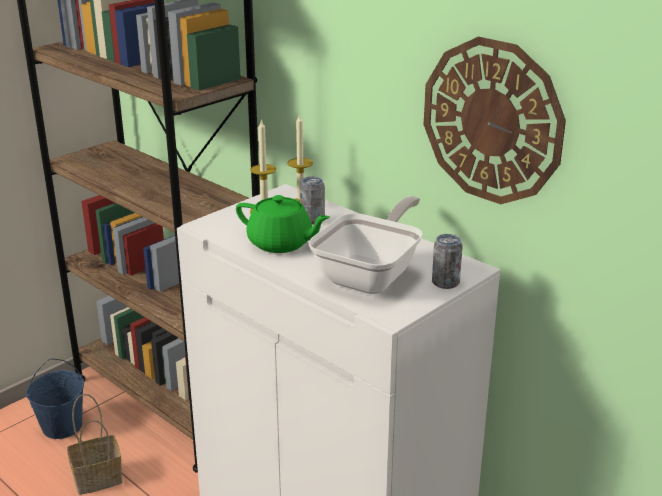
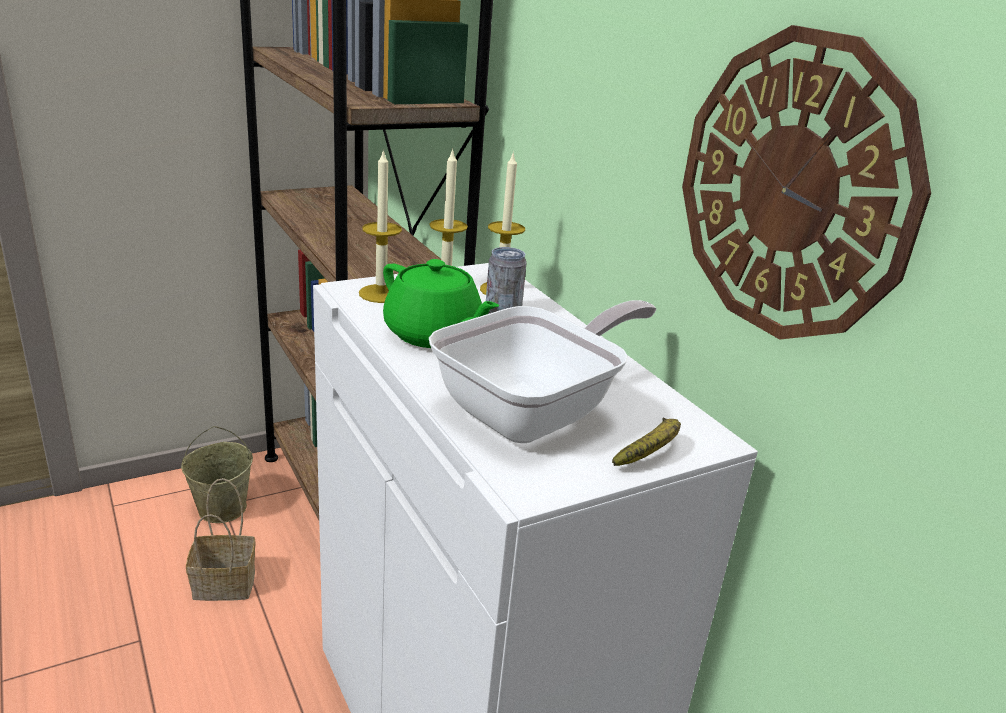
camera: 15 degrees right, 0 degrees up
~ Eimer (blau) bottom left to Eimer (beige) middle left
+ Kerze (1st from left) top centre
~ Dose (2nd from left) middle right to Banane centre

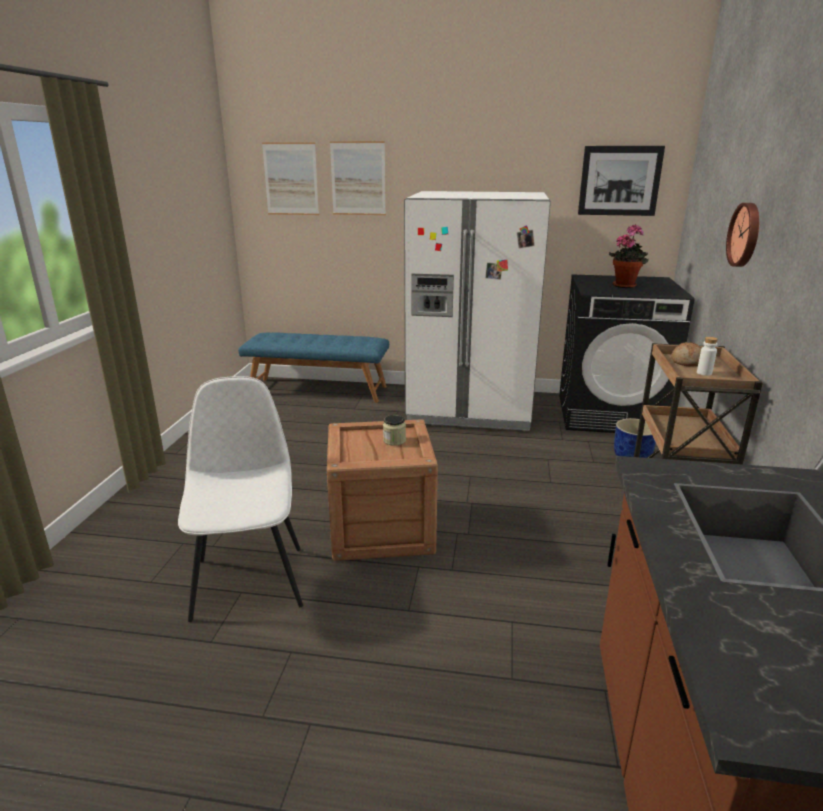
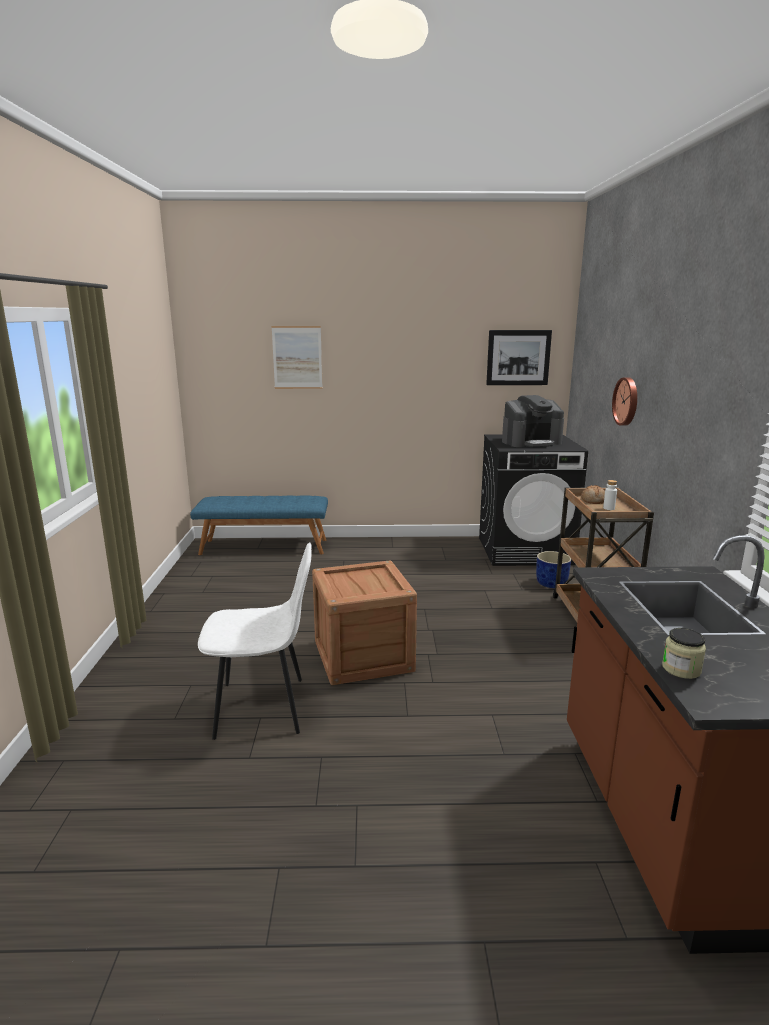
camera: 10 degrees left, 5 degrees down
~ Stuhl (weiß) middle left = middle left 105 degrees clockwise
~ Topfpflanze top right to Kaffeemaschine middle right
~ Vorratsglas centre to middle right
- Bild (1st from left) top centre
- Kühlschrank (weiß) centre

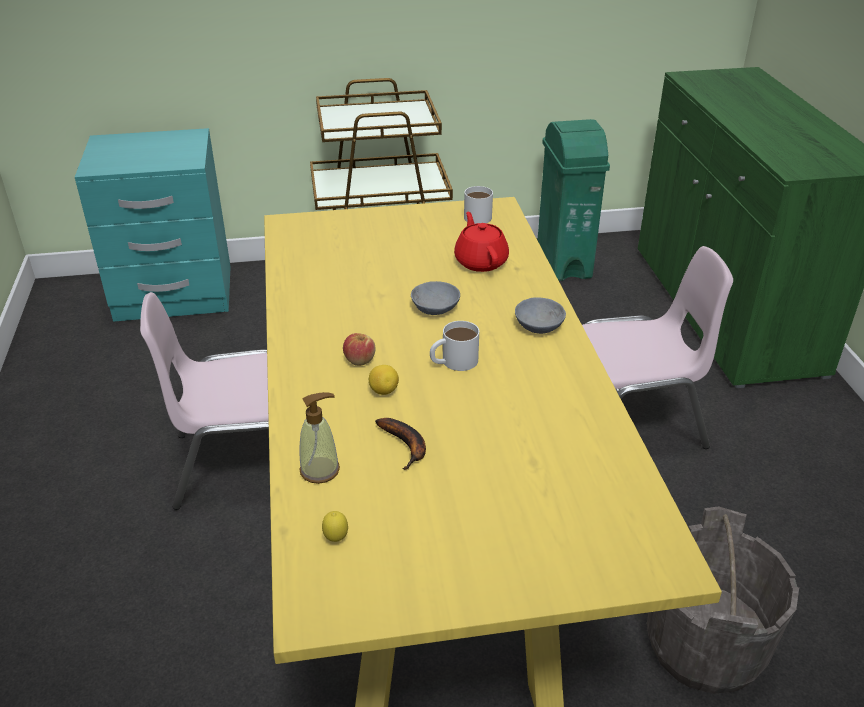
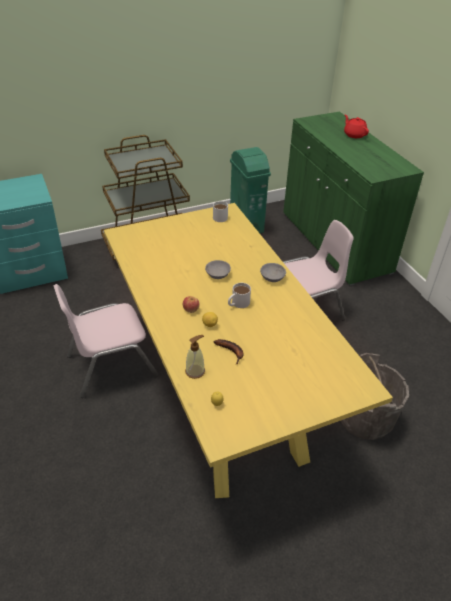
camera: 15 degrees left, 5 degrees up
~ Teekanne (rot) centre to top right

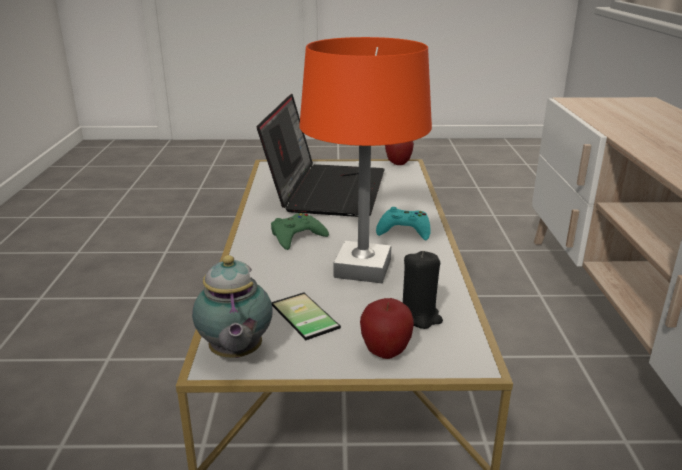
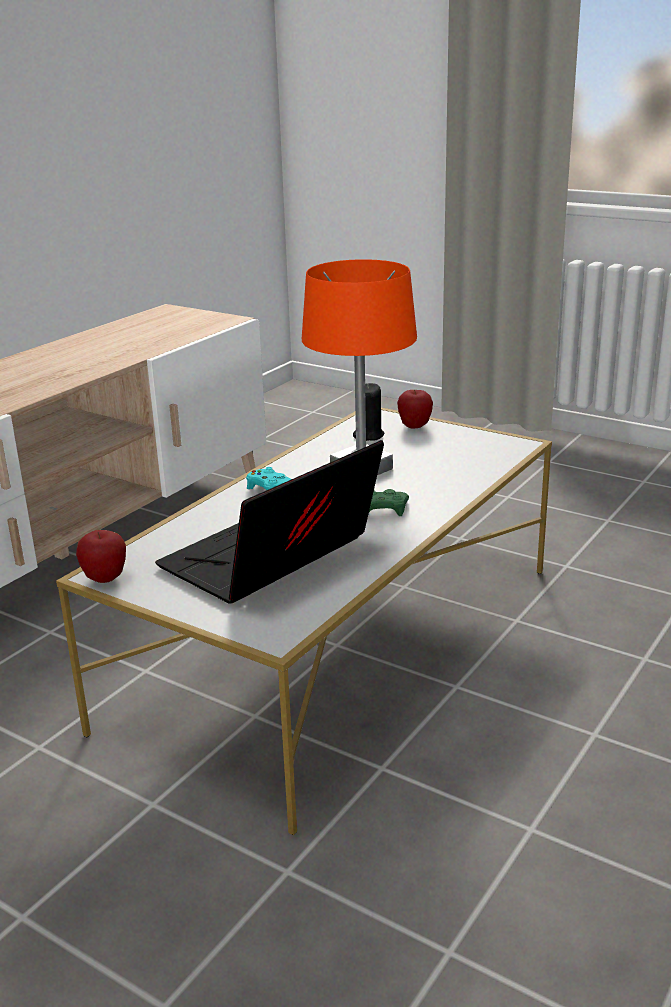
camera: 145 degrees left, 0 degrees up
- Teekanne centre
- Handy bottom centre

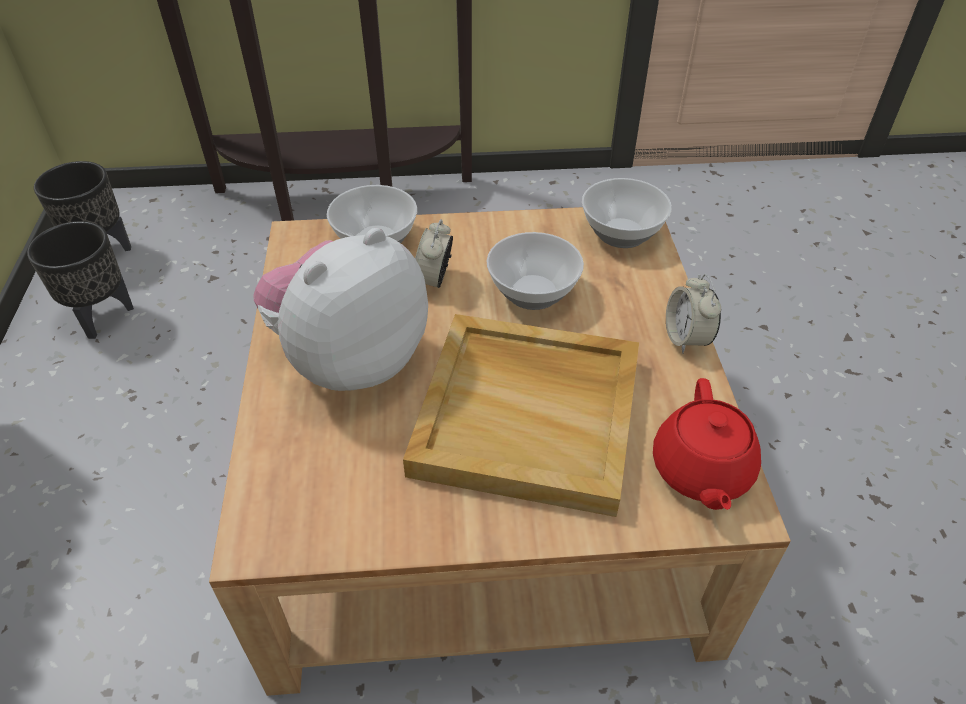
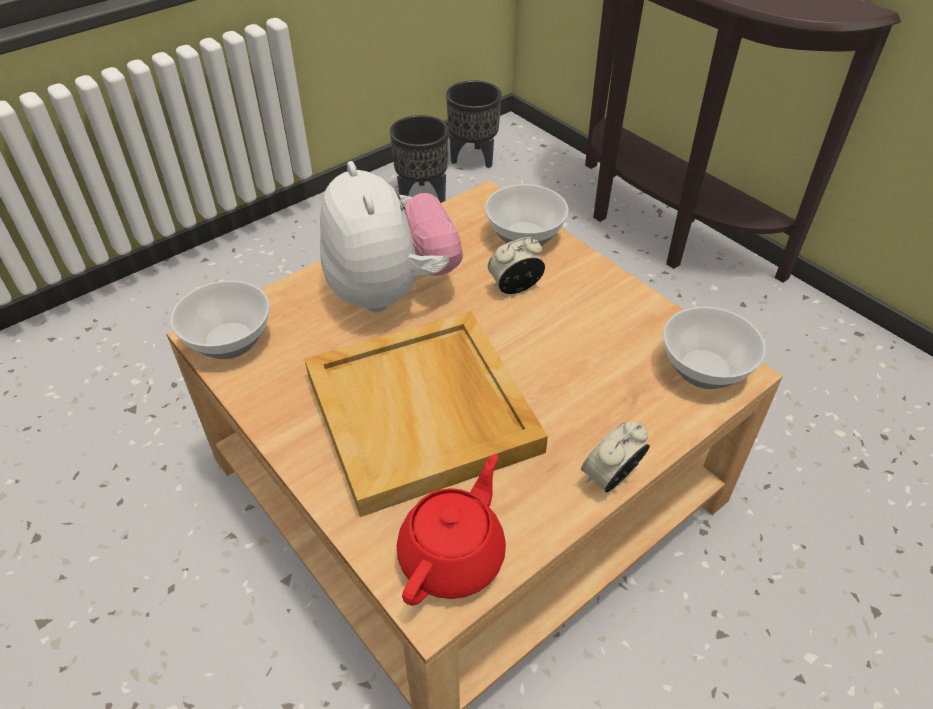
camera: 55 degrees right, 0 degrees up
~ Schüssel (2nd from left in the first image) centre to Schüssel (1st from left) middle left
~ Plüschtier centre = top centre 60 degrees clockwise
~ Teekanne (rot) middle right = bottom centre 150 degrees clockwise

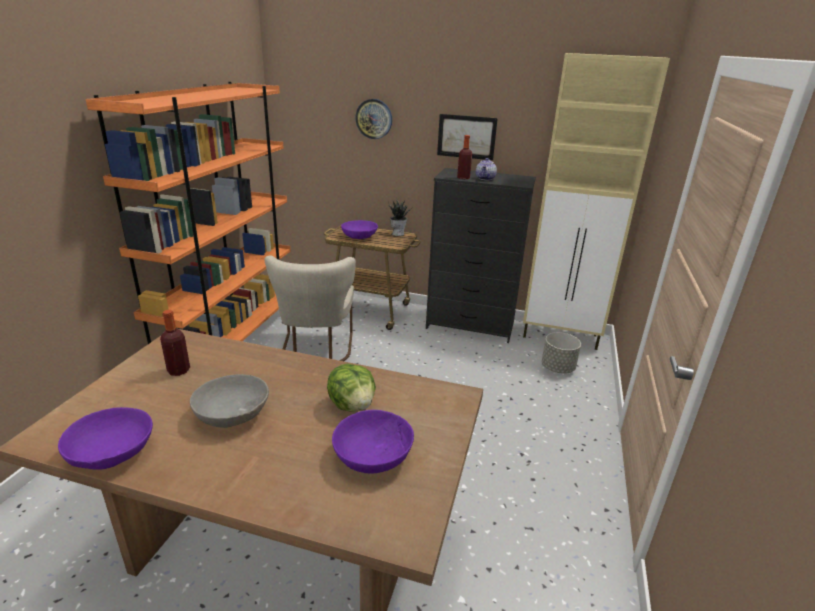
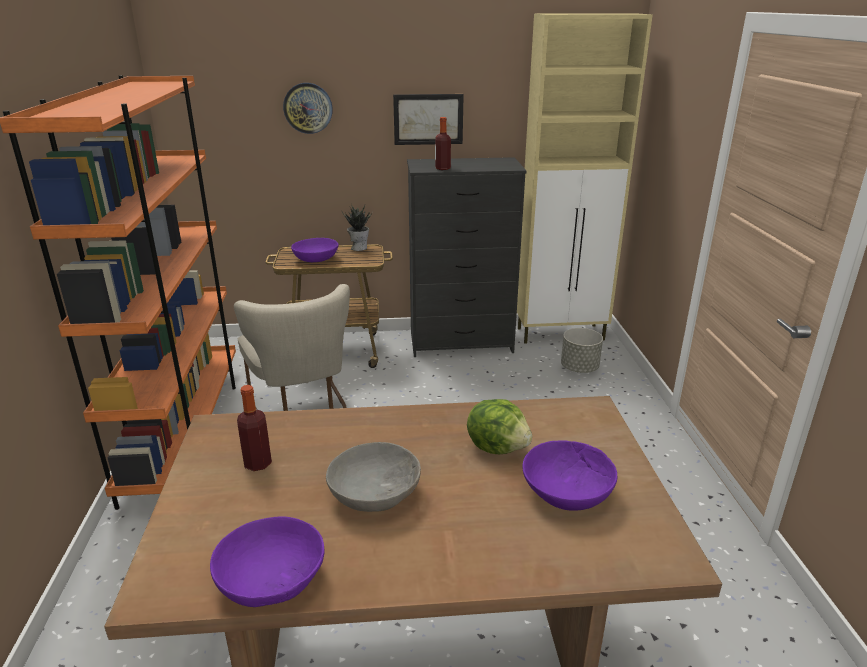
camera: 20 degrees left, 0 degrees up
- Teekanne top centre

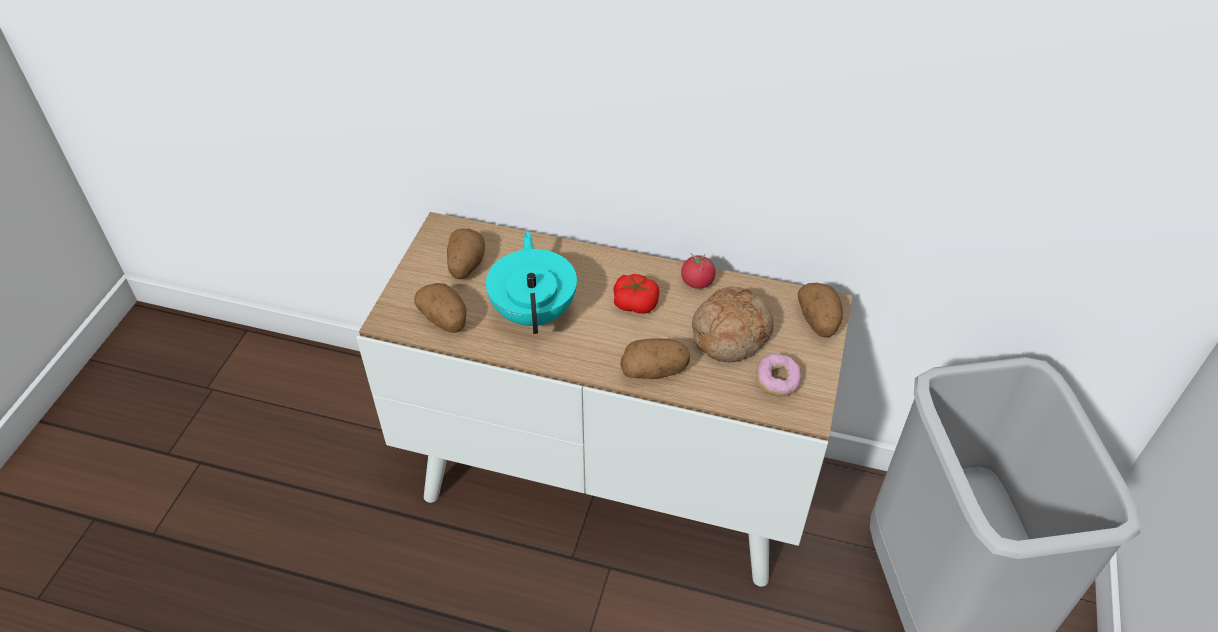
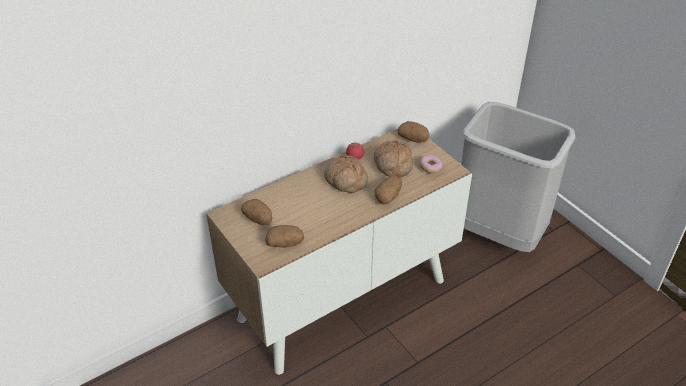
camera: 50 degrees left, 5 degrees down
~ Tomate (1st from left) centre to Brot (1st from left) centre
- Teekanne (türkis) centre

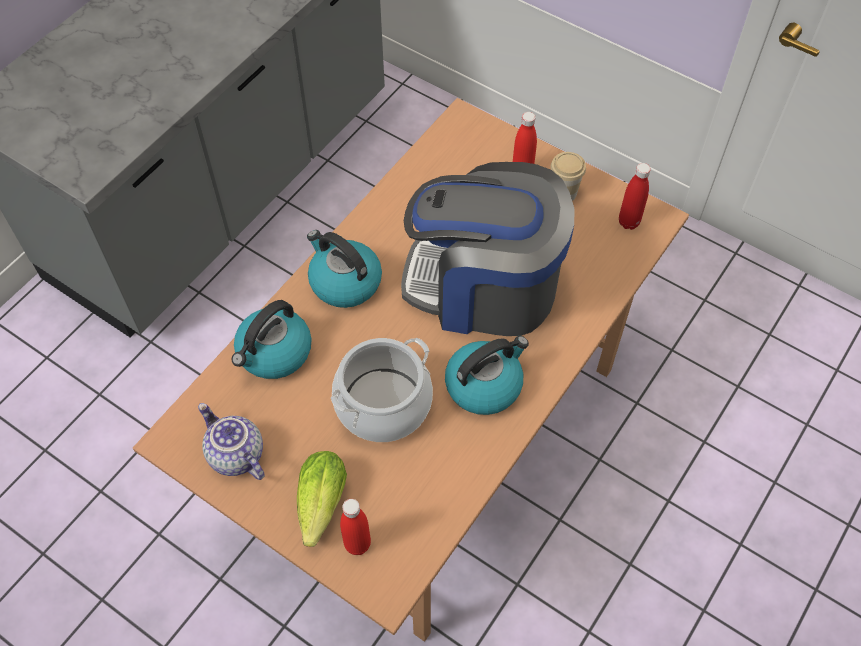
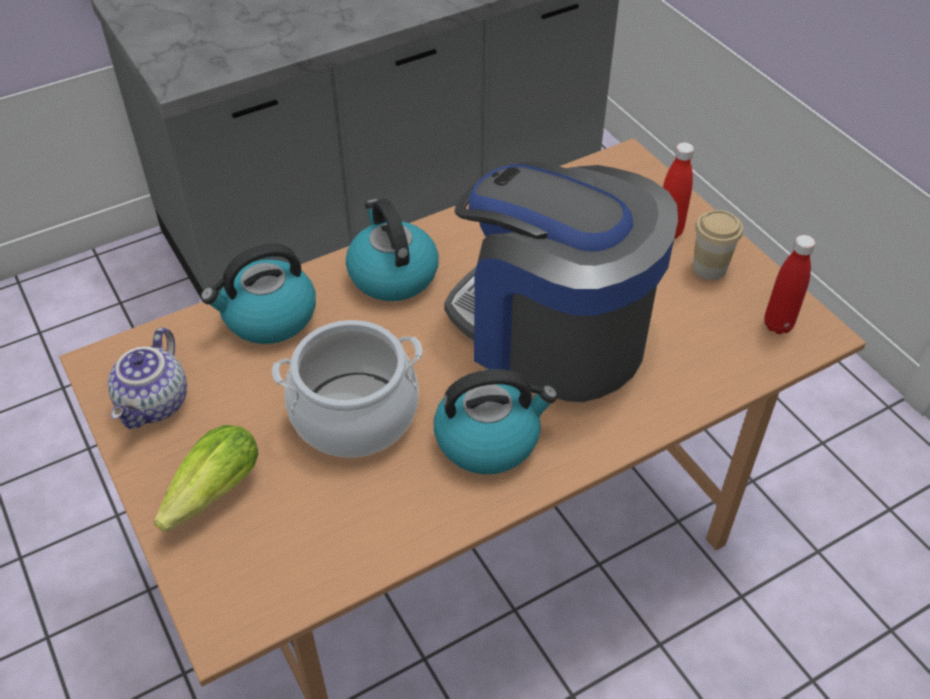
camera: 25 degrees right, 10 degrees down
~ Teekanne bottom left = middle left 150 degrees counterclockwise
- Flasche (rot) (1st from left) bottom centre

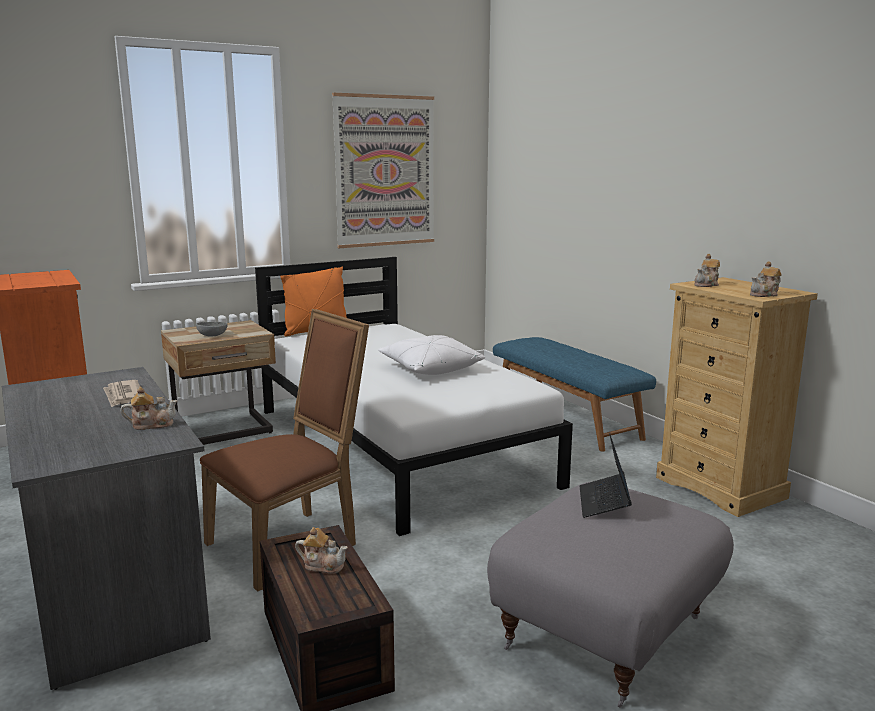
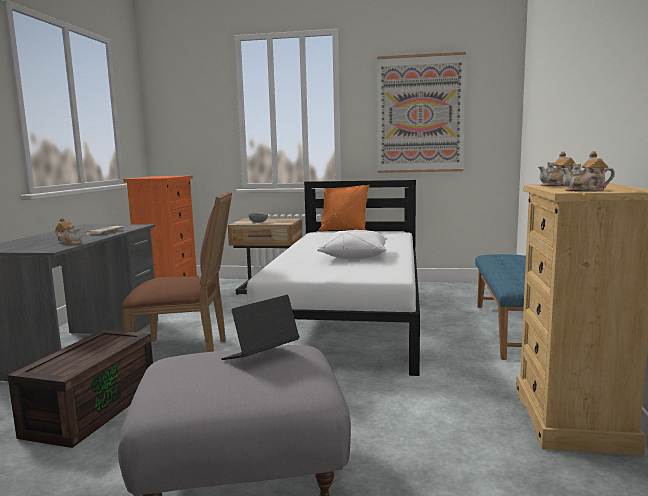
camera: 40 degrees right, 5 degrees down
- Teekanne (2nd from left) bottom centre

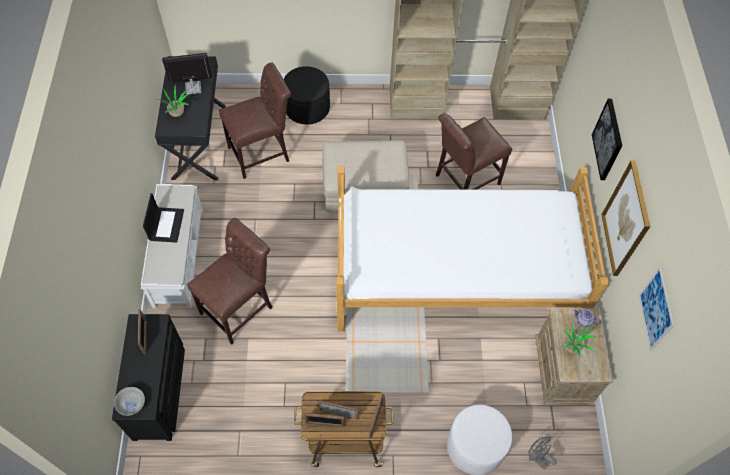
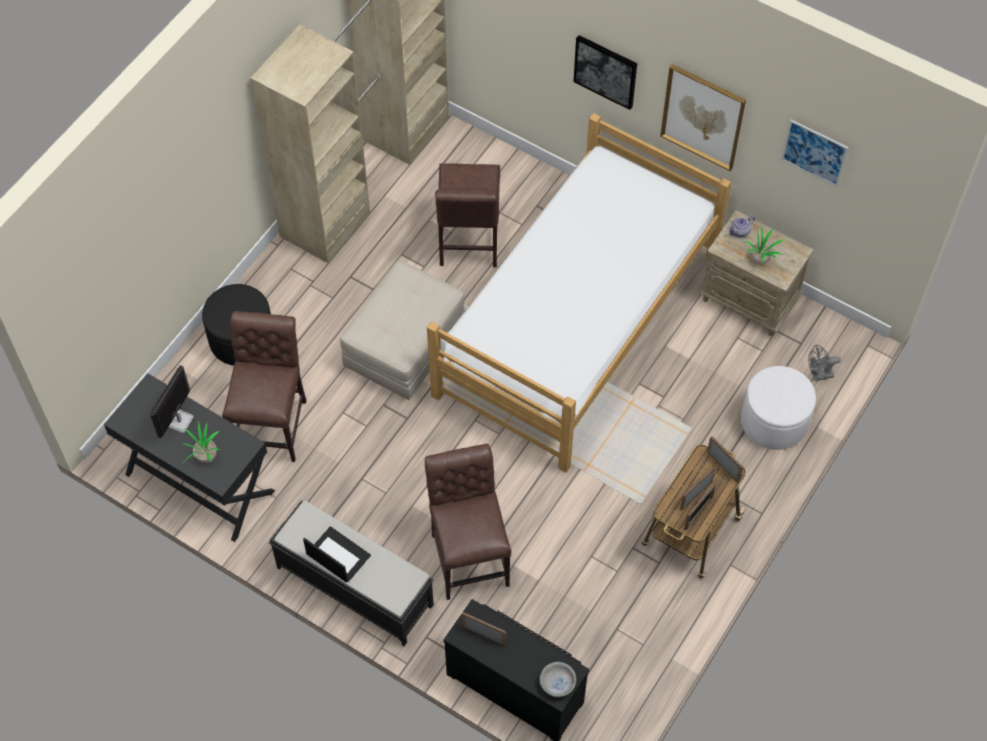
camera: 55 degrees left, 0 degrees up
~ Bank (weiß) middle left to Bank (schwarz) bottom centre

